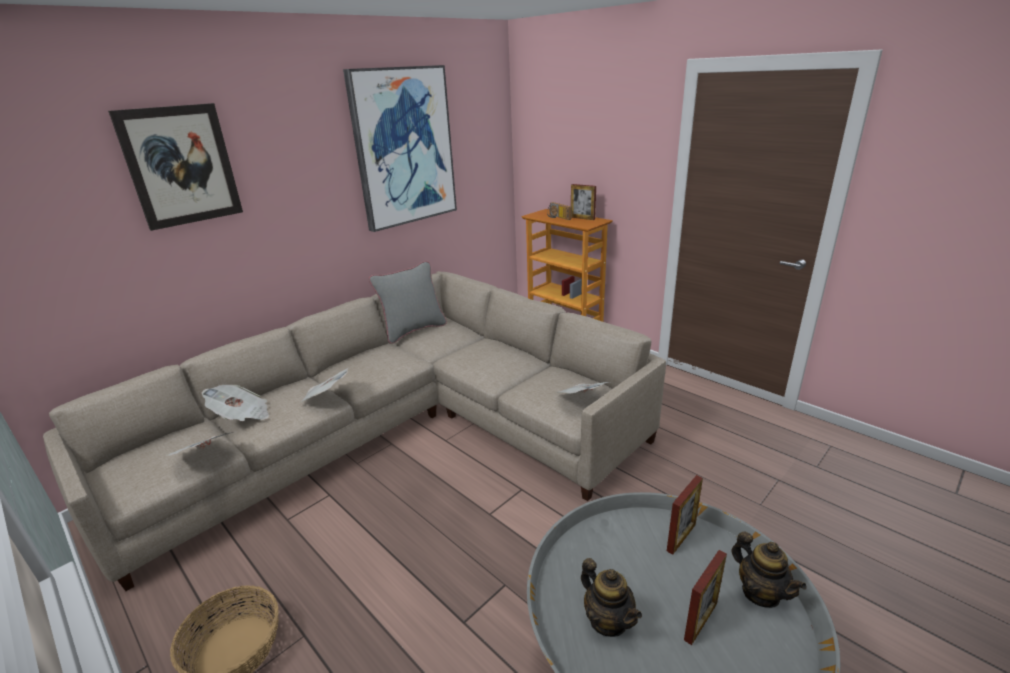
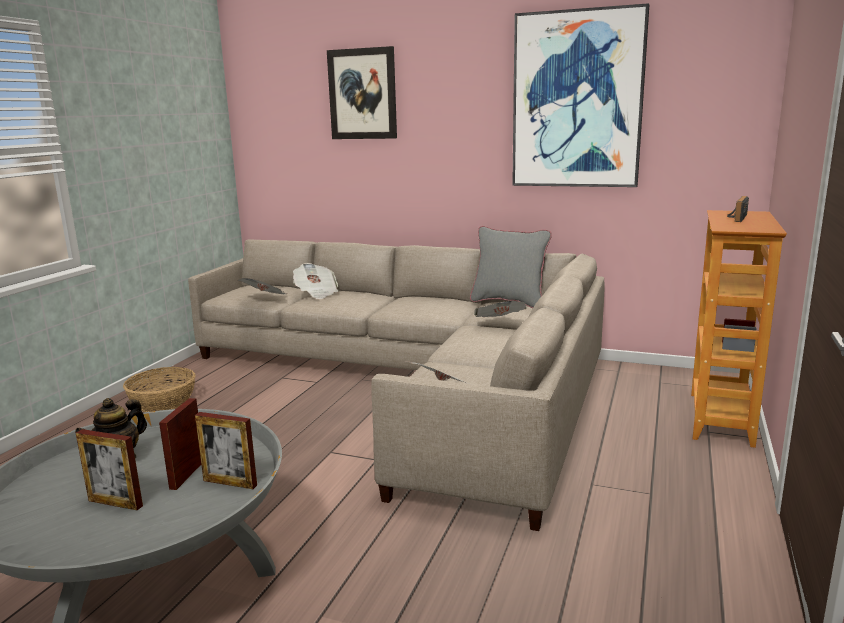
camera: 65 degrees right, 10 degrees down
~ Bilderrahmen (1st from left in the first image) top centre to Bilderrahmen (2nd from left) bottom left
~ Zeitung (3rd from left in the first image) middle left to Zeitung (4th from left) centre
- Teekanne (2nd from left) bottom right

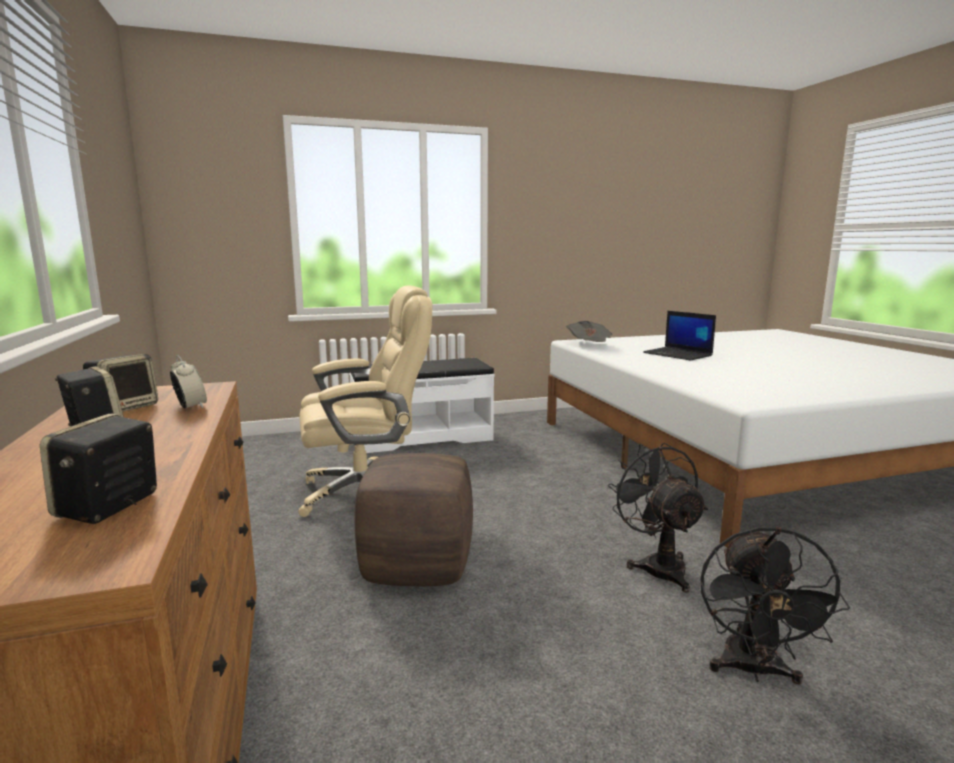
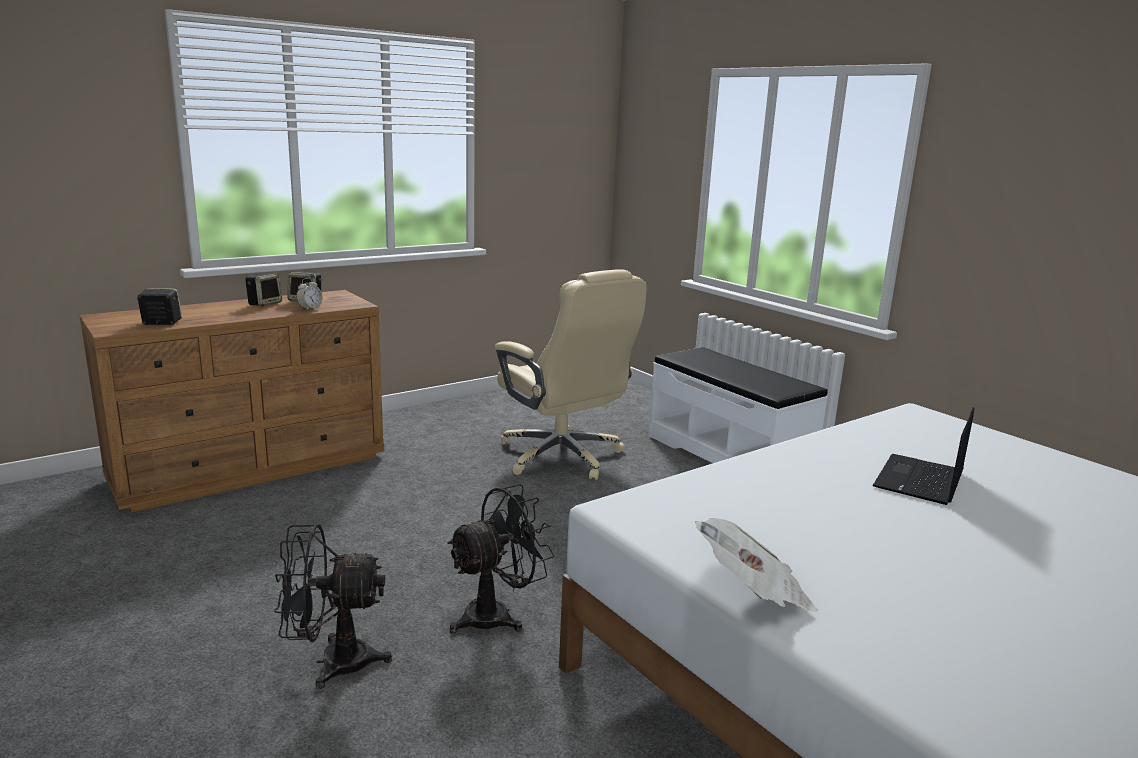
camera: 70 degrees right, 5 degrees up
~ Zeitung centre to bottom centre
- Polsterhocker (braun) bottom centre

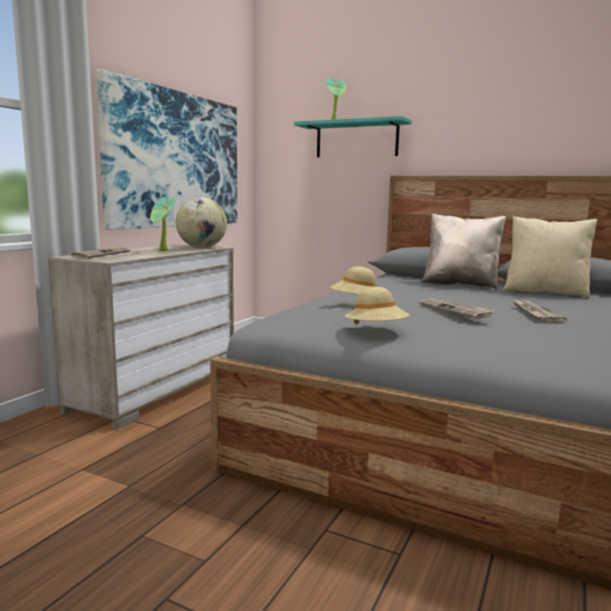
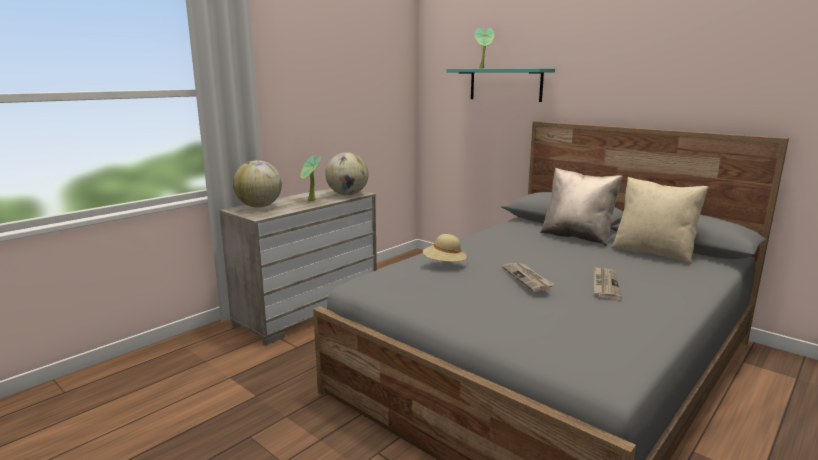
camera: 15 degrees right, 5 degrees up
~ Zeitung (1st from left) middle left to Globus (1st from left) middle left
- Bild top left
- Hut (beige) (2nd from left) centre

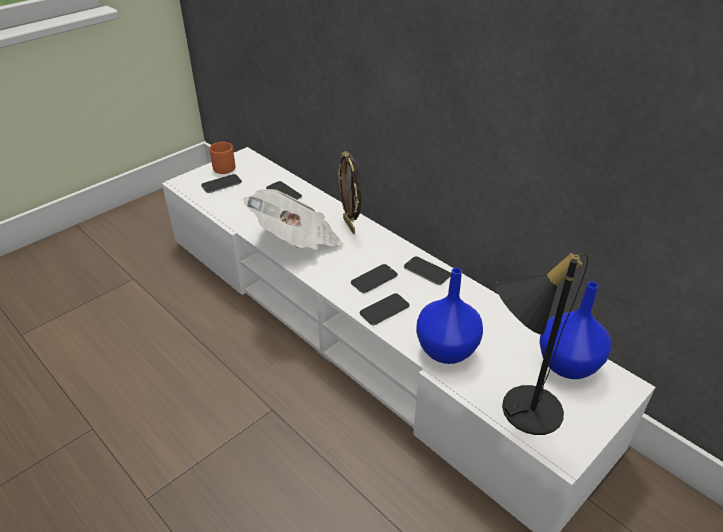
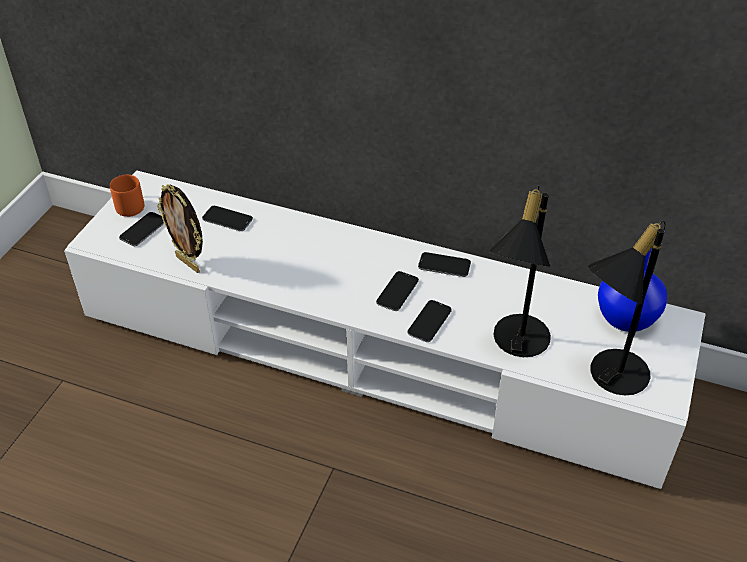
camera: 25 degrees left, 5 degrees up
~ Bilderrahmen centre to middle left
~ Vase (blau) (1st from left) centre to Tischlampe (schwarz) (1st from left) middle right
- Zeitung centre

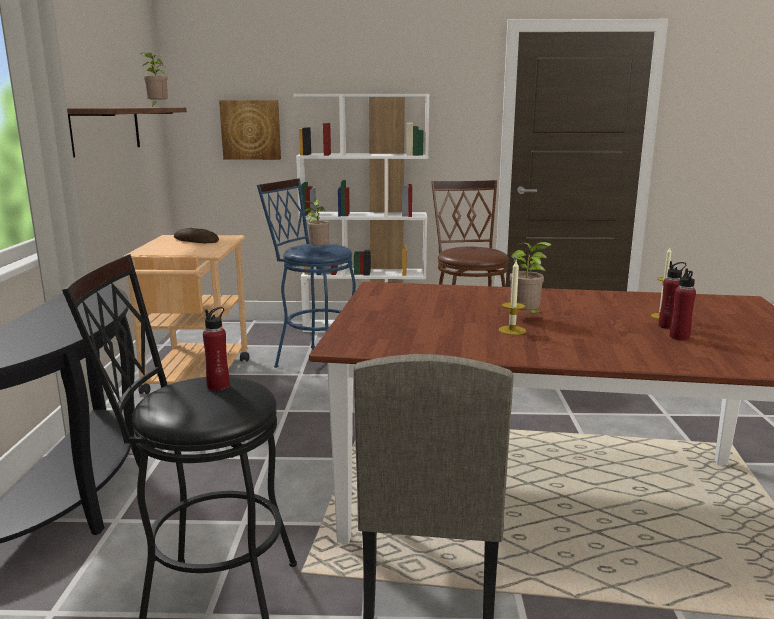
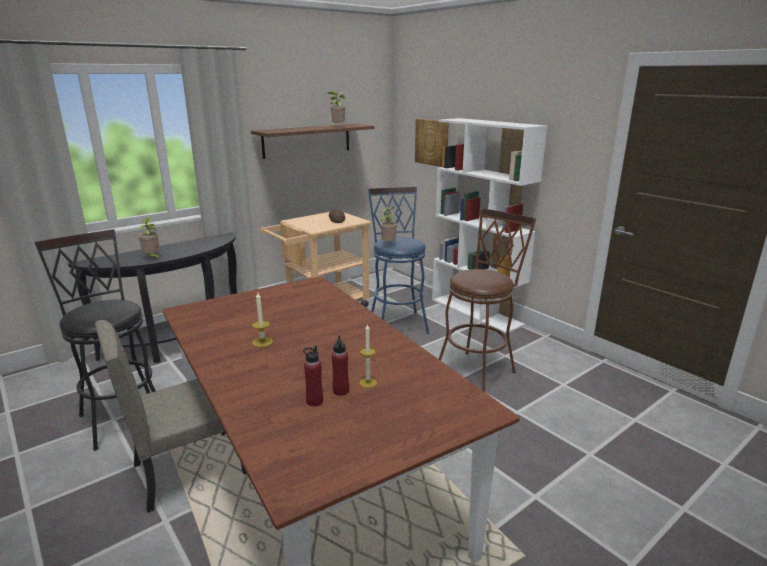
camera: 50 degrees right, 5 degrees up
~ Topfpflanze (3rd from left in the first image) middle right to Topfpflanze (1st from left) middle left
- Flasche (rot) (1st from left) middle left

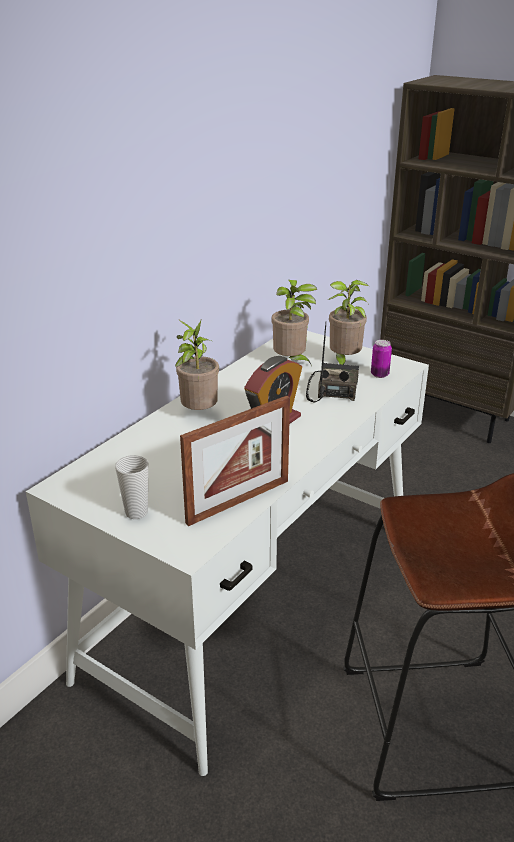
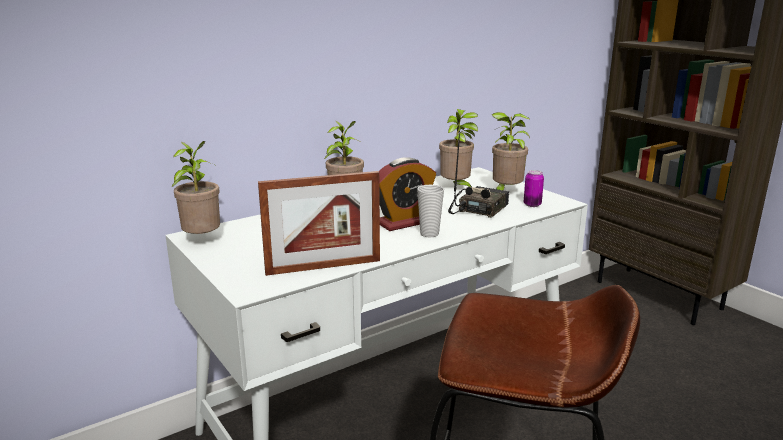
camera: 20 degrees right, 10 degrees down
+ Topfpflanze (1st from left) middle left
~ Tasse middle left to centre

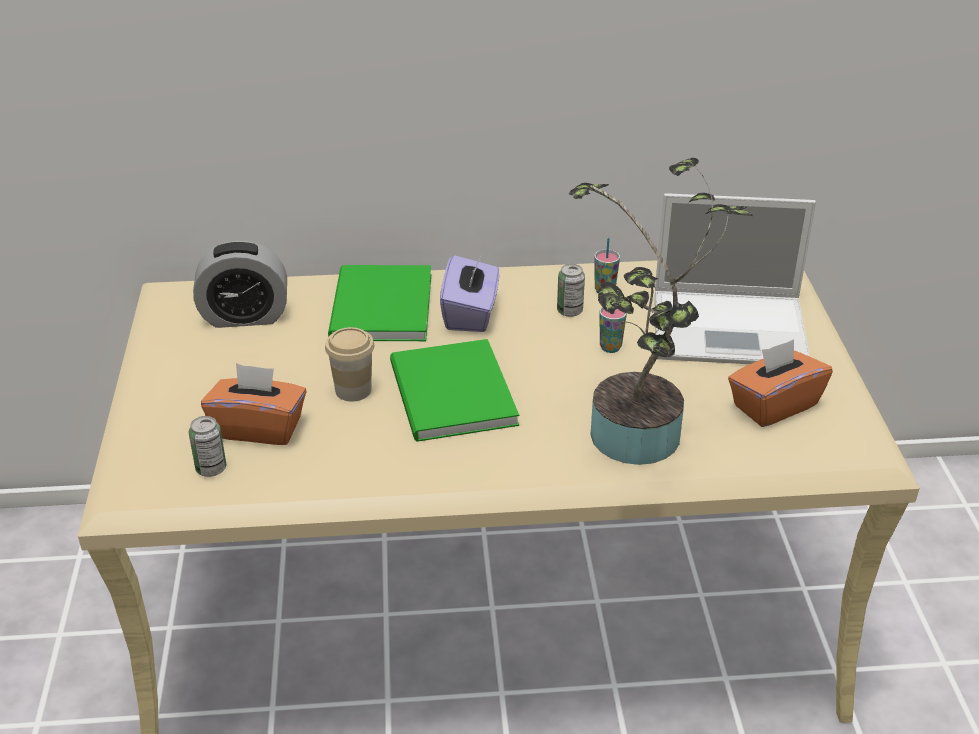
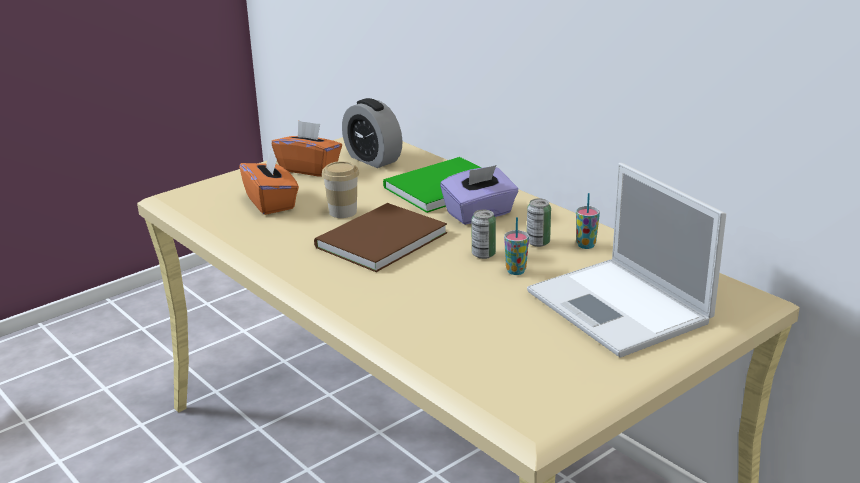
camera: 55 degrees right, 10 degrees down
~ Taschentuchbox (orange) (2nd from left) middle right to top centre
~ Buch (grün) (2nd from left) centre to Buch (braun) centre
~ Dose (1st from left) middle left to centre
- Topfpflanze middle right

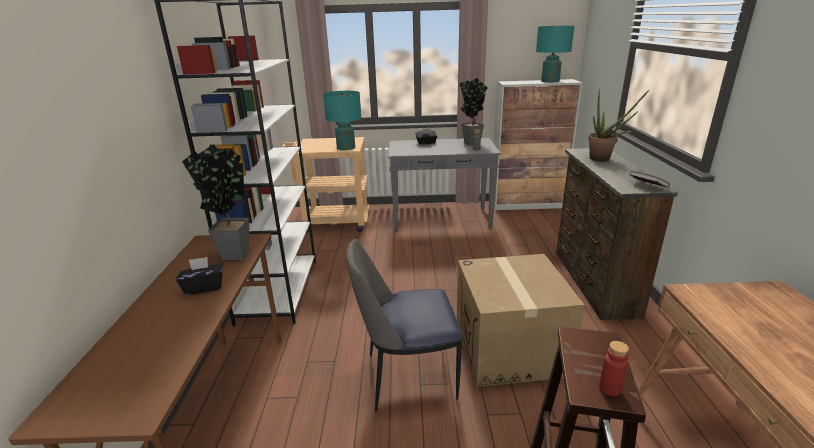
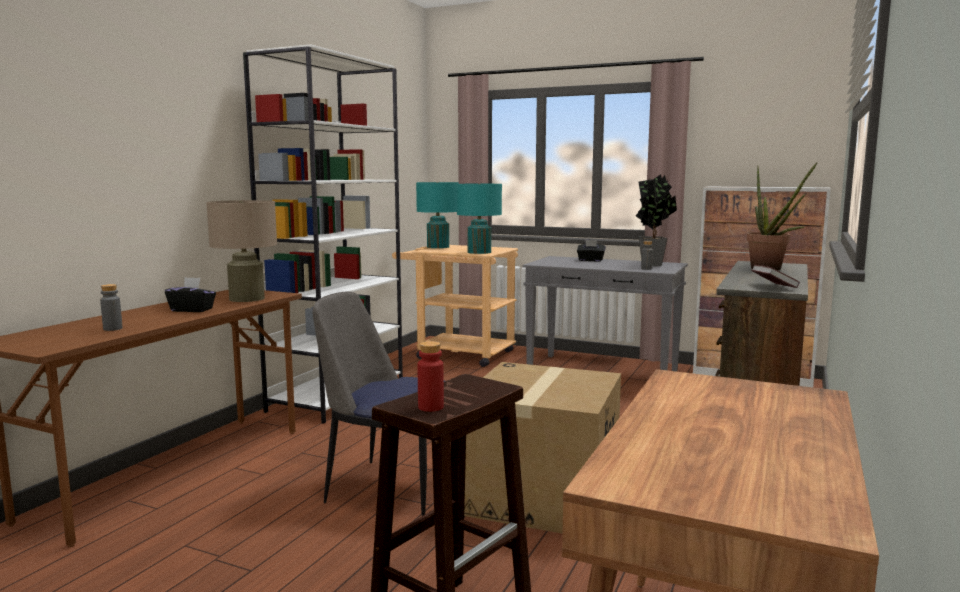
camera: 25 degrees right, 15 degrees down
+ Flasche (grau) (1st from left) middle left
~ Topfpflanze (1st from left) middle left to Tischlampe (beige) middle left
~ Tischlampe (türkis) (2nd from left in the first image) top right to Tischlampe (türkis) (1st from left) centre

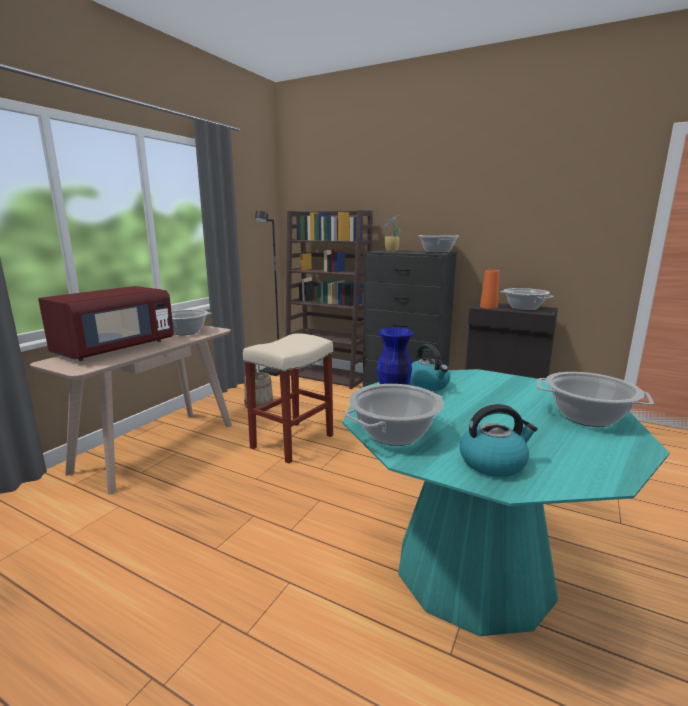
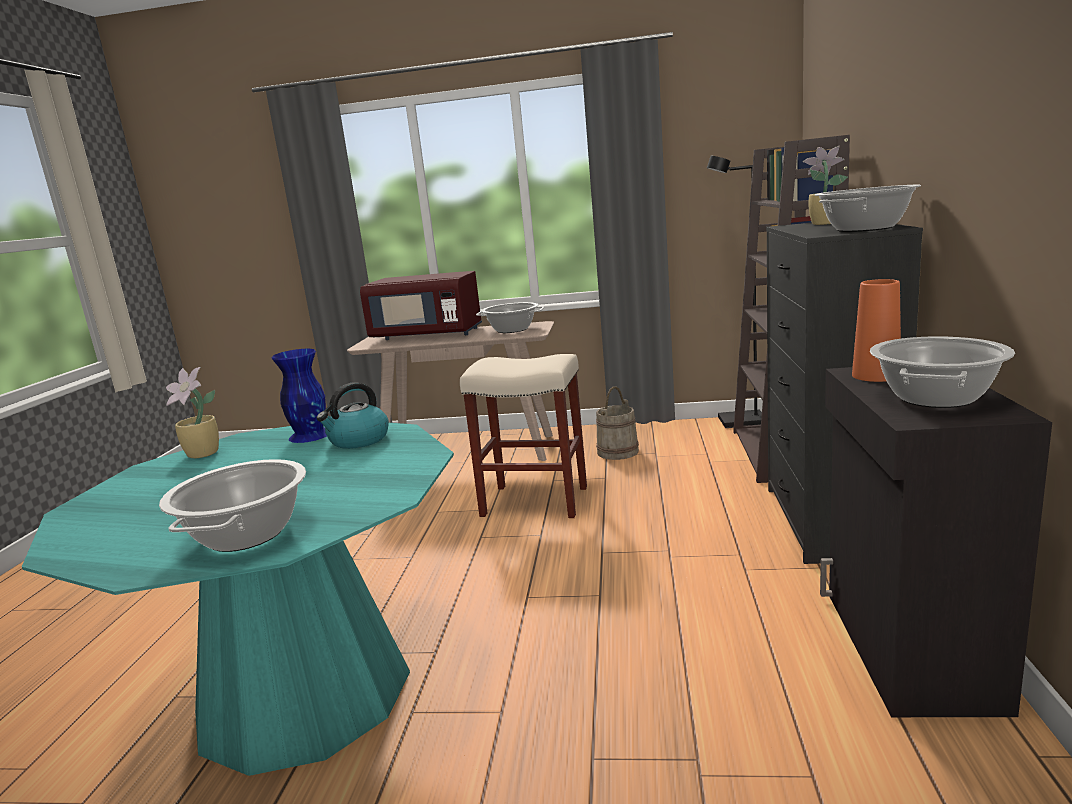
camera: 70 degrees right, 0 degrees up
~ Kochtopf (2nd from left) centre to Topfpflanze (1st from left) middle left
- Wasserkessel (2nd from left) middle right

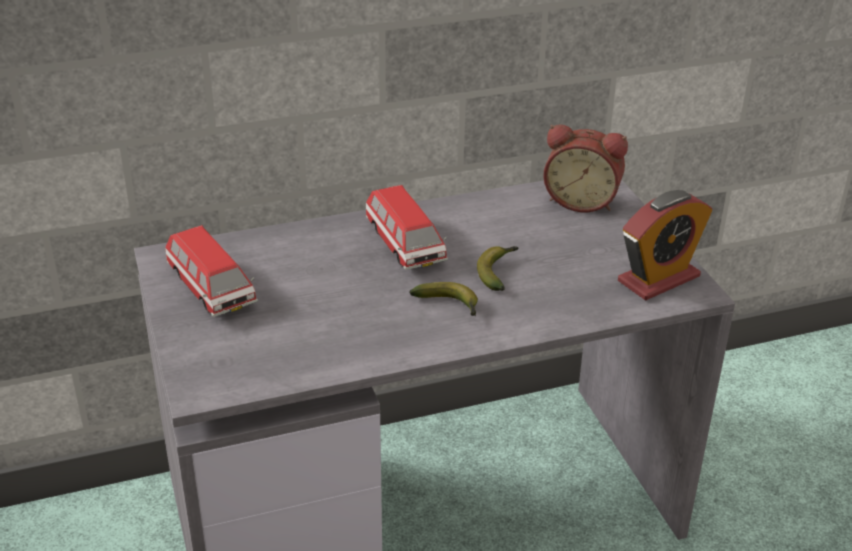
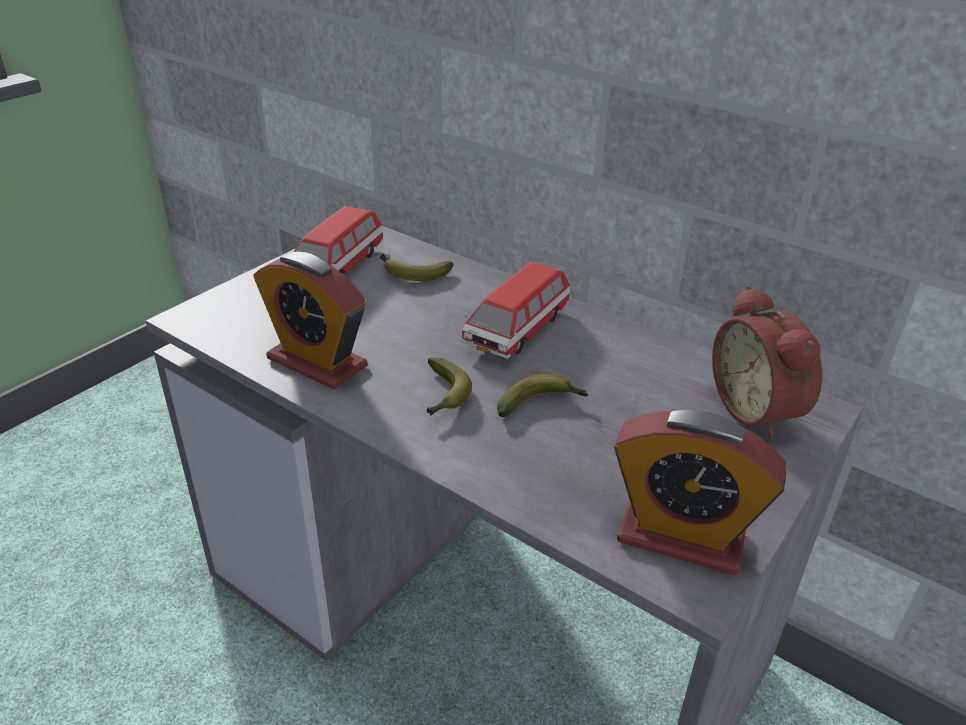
camera: 55 degrees right, 0 degrees up
+ Wecker (1st from left) middle left
+ Banane (1st from left) centre

